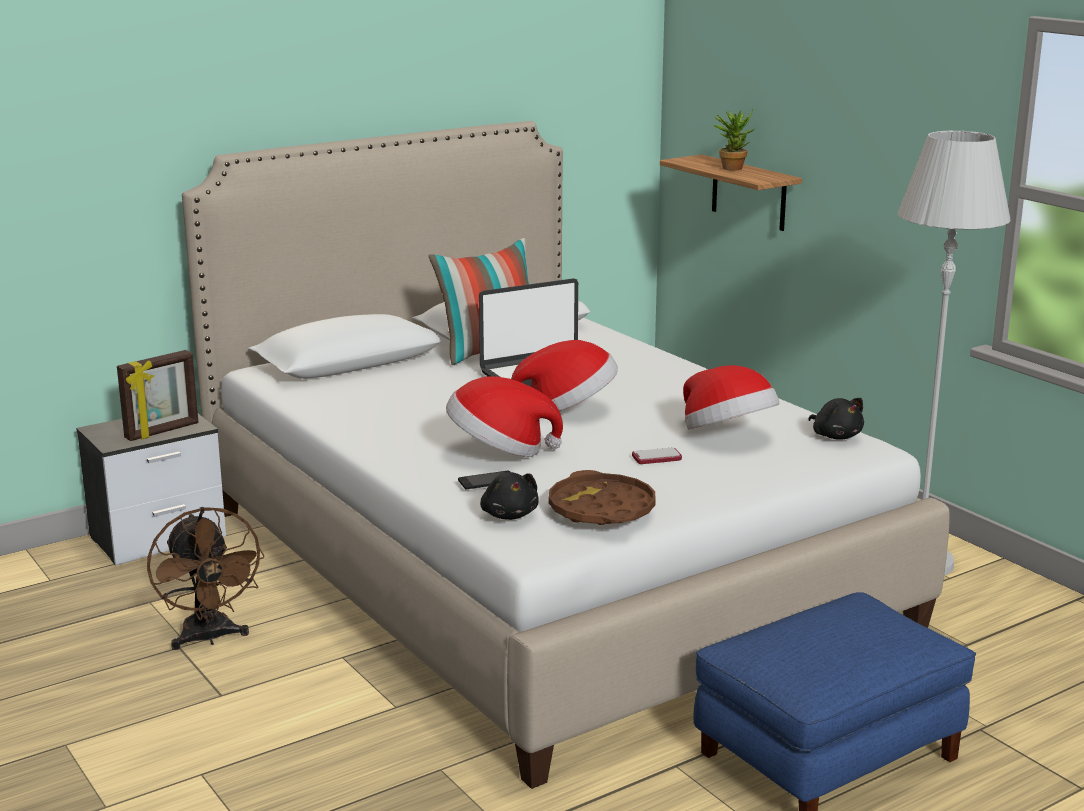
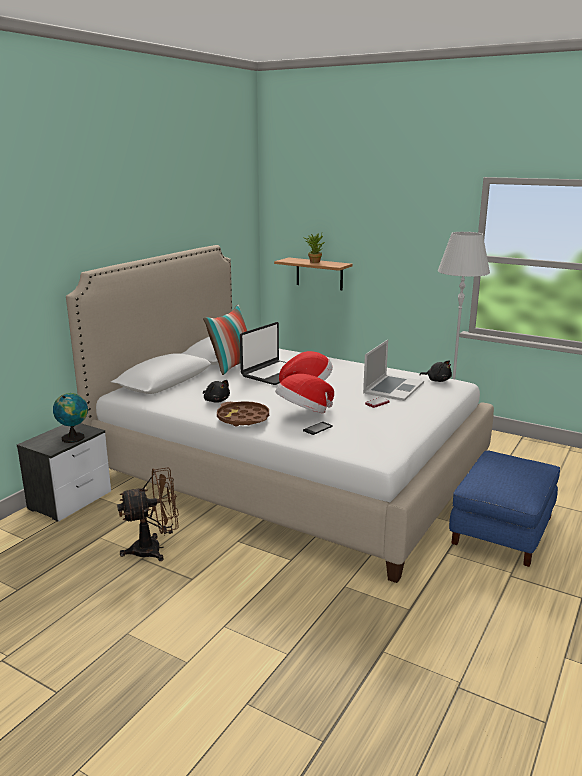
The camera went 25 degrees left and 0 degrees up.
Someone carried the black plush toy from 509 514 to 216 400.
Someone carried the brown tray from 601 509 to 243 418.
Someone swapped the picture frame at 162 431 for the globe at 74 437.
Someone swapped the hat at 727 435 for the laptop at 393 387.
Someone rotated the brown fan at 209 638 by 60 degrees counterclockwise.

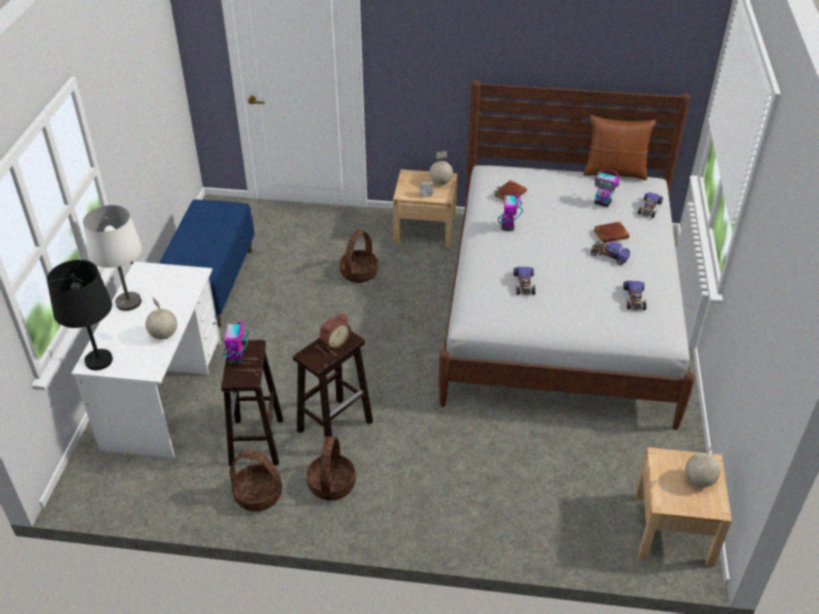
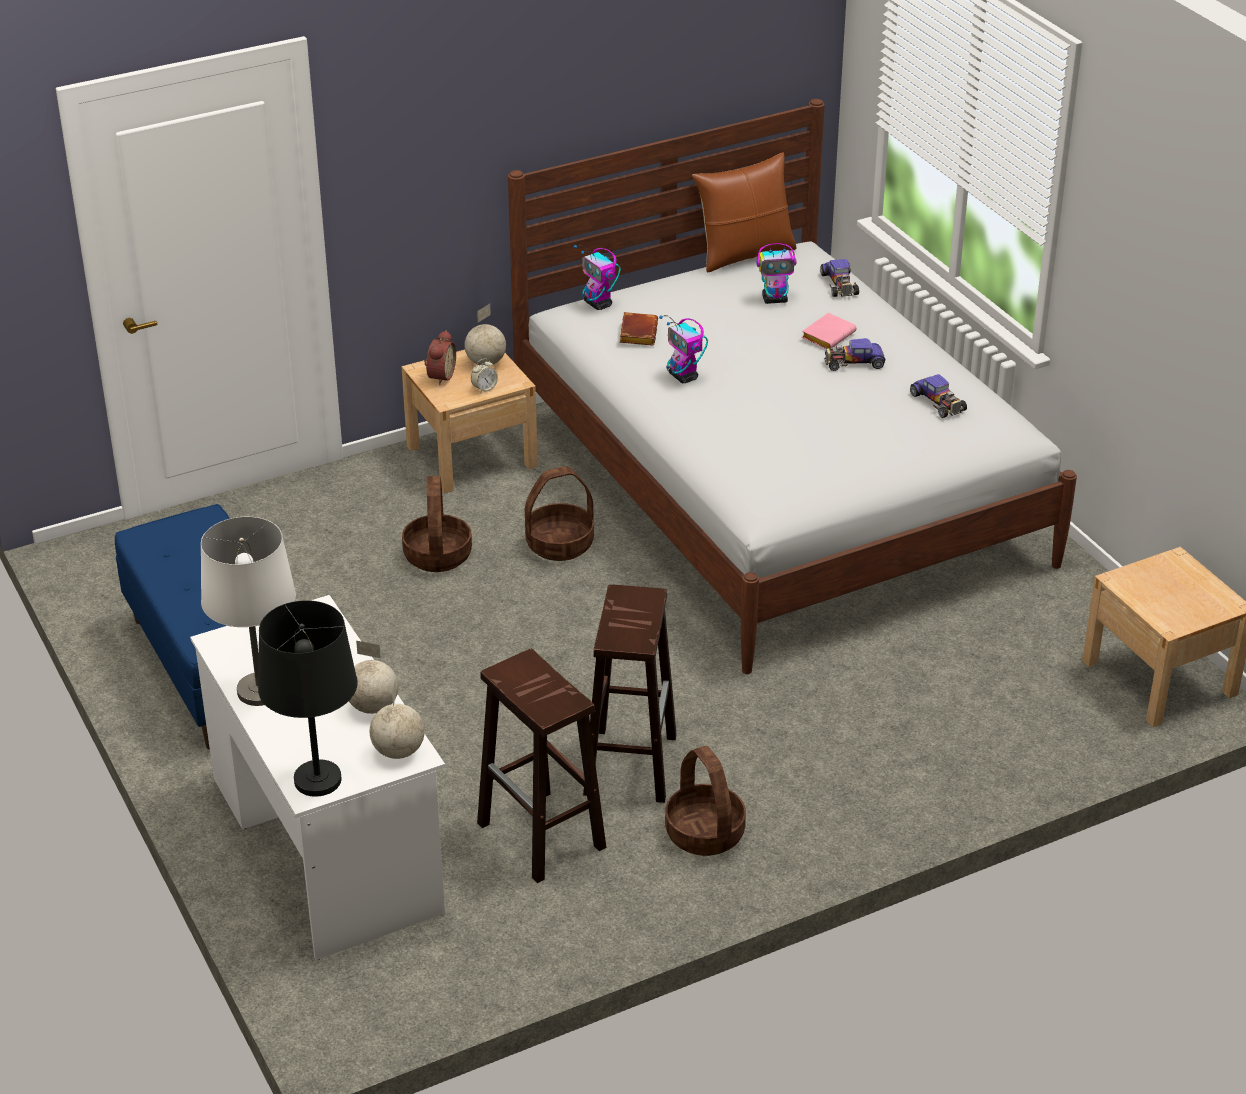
The camera went 35 degrees left and 5 degrees down.
Someone took away the toy car at 524 284.
Someone carried the toy robot from 236 359 to 598 304.
Someone carried the basket from 257 495 to 559 545.
Someone carried the alarm clock from 334 342 to 439 376.
Someone carried the globe from 699 480 to 399 751.
Someone repainted the brown book at 611 234, which became the pink book at 828 335.

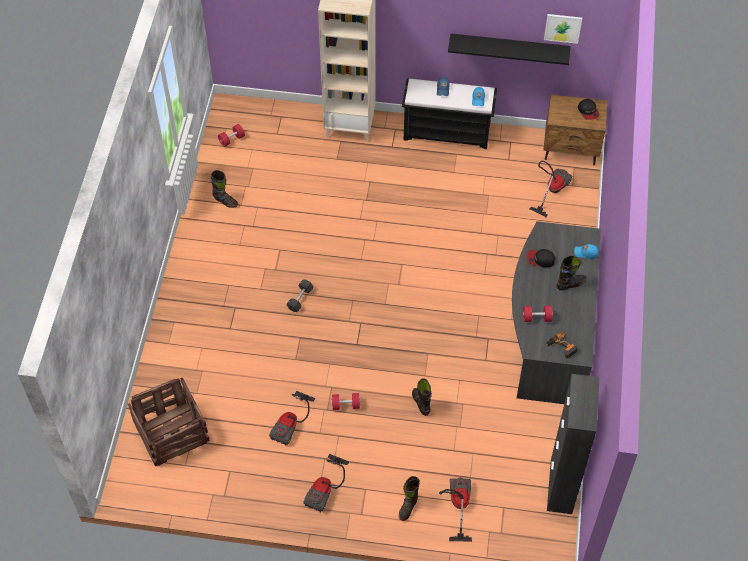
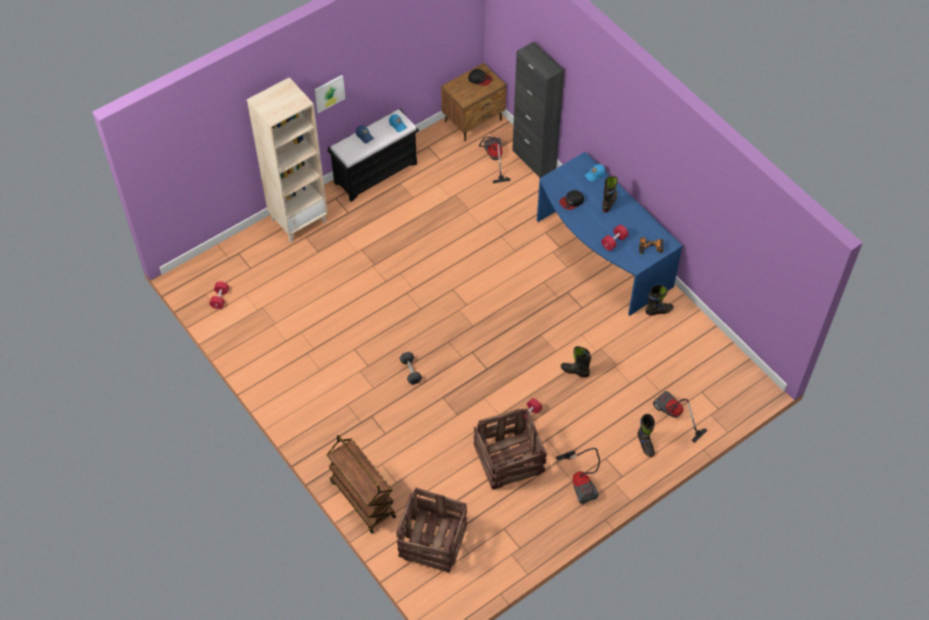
The camera went 45 degrees left and 0 degrees up.
Someone took away the black shelf at 509 47.
Someone put down the brown cart at 362 499.
Someone carried the black boot from 225 201 to 659 311.
Someone carried the picture from 562 28 to 329 93.
Someone carried the black cabinet from 561 487 to 534 160.
Someone swapped the vacuum cleaner at 291 425 for the crate at 508 460.
Someone repainted the grey desk at 549 332, which became the blue desk at 600 255.

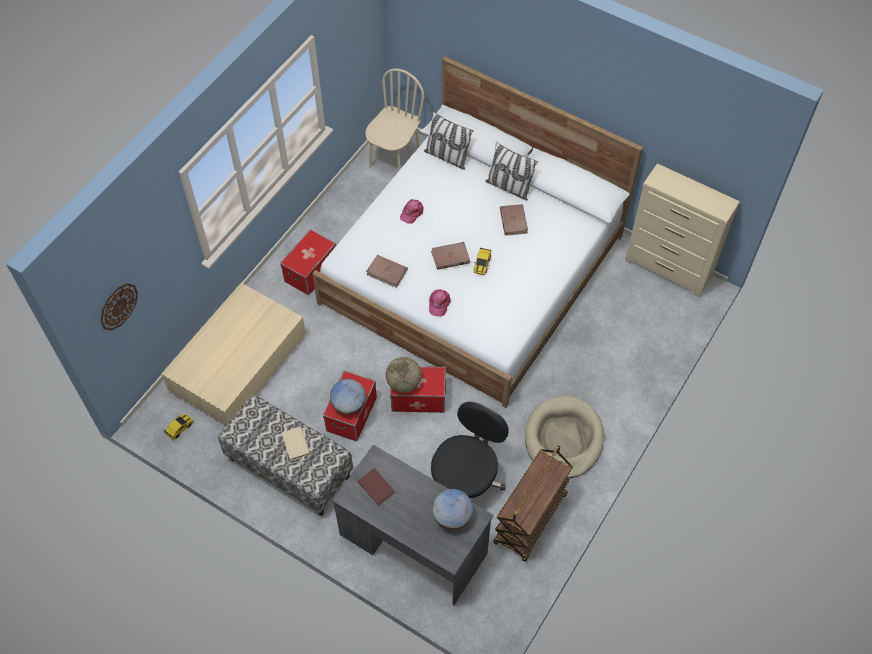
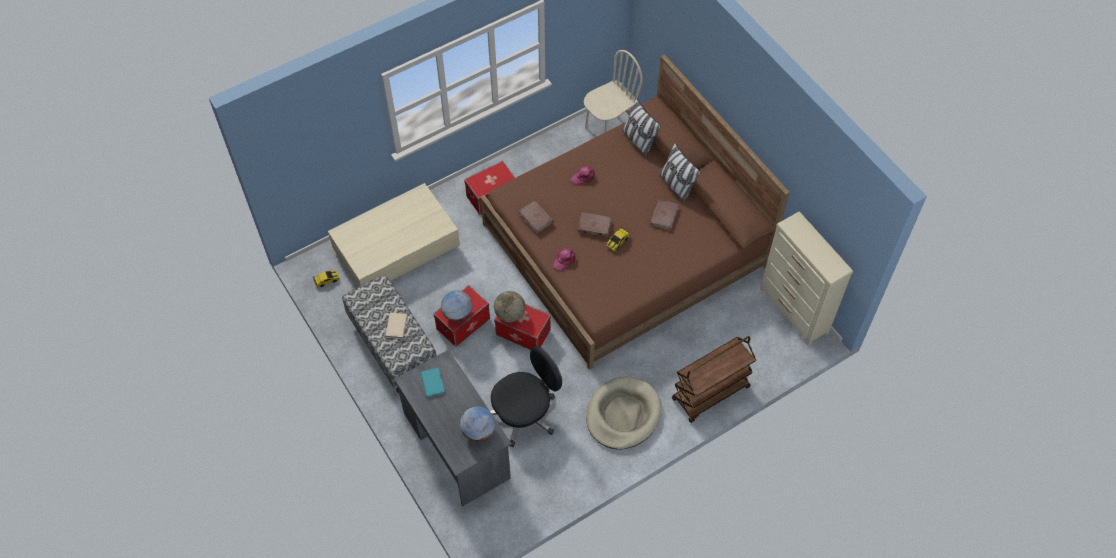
The camera went 25 degrees right and 0 degrees up.
Someone took away the wall clock at 118 306.
Someone carried the brown cart from 530 520 to 710 394.
Someone repainted the white bed at 473 269, which became the brown bed at 625 245.
Someone repainted the brown book at 376 486, which became the turquoise book at 433 382.

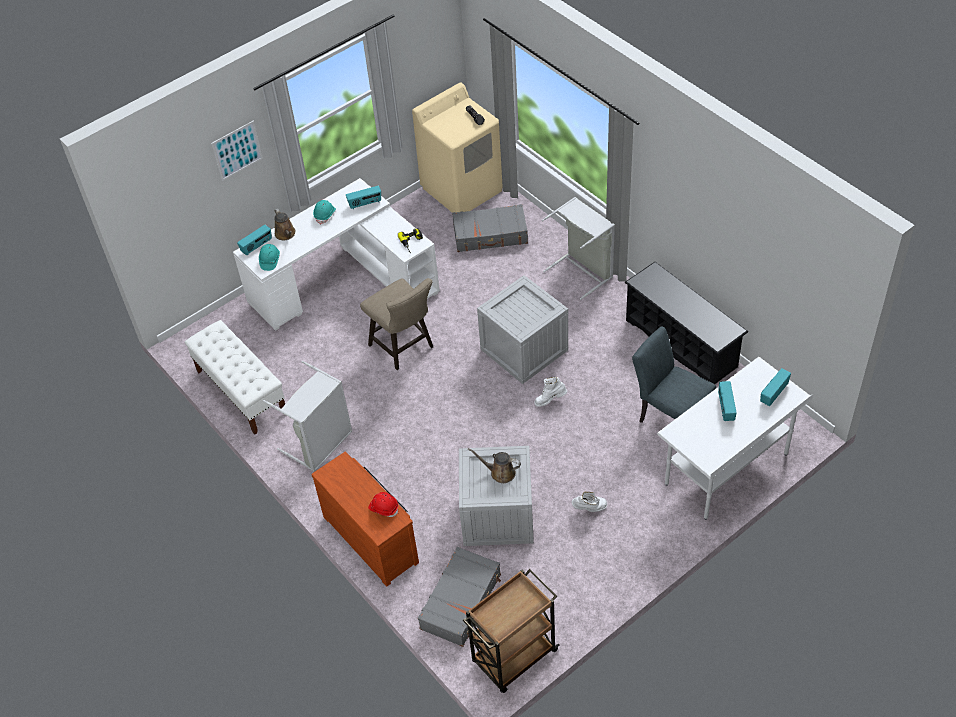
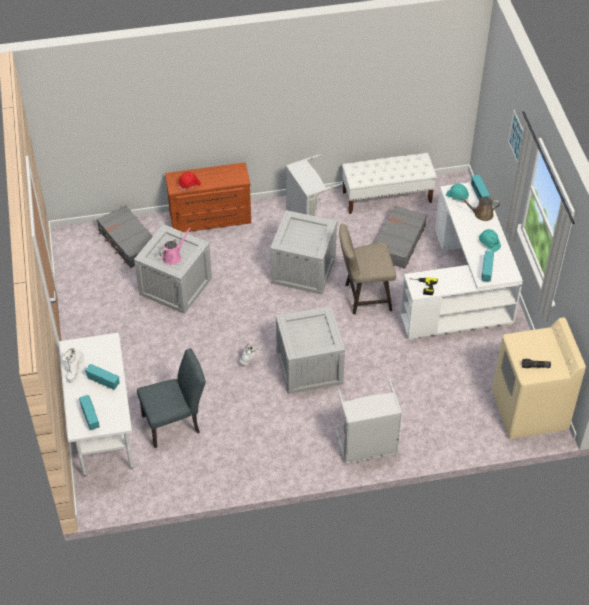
The camera went 115 degrees right and 0 degrees up.
Someone took away the brown cart at 513 657.
Someone took away the black shoe rack at 681 344.
Someone put down the crate at 304 269.
Someone carried the grey suitcase from 490 235 to 398 242.
Someone carried the white boot from 589 508 to 75 371.
Someone repainted the brown watering can at 500 472, which became the pink watering can at 173 256.

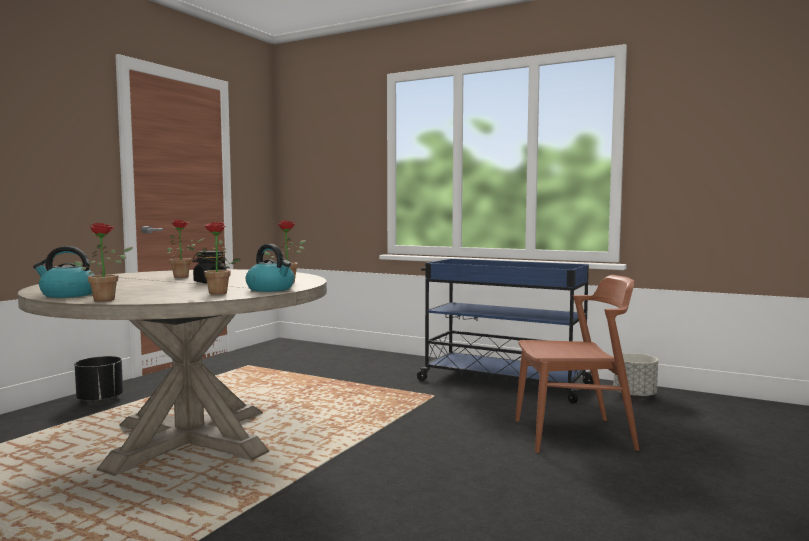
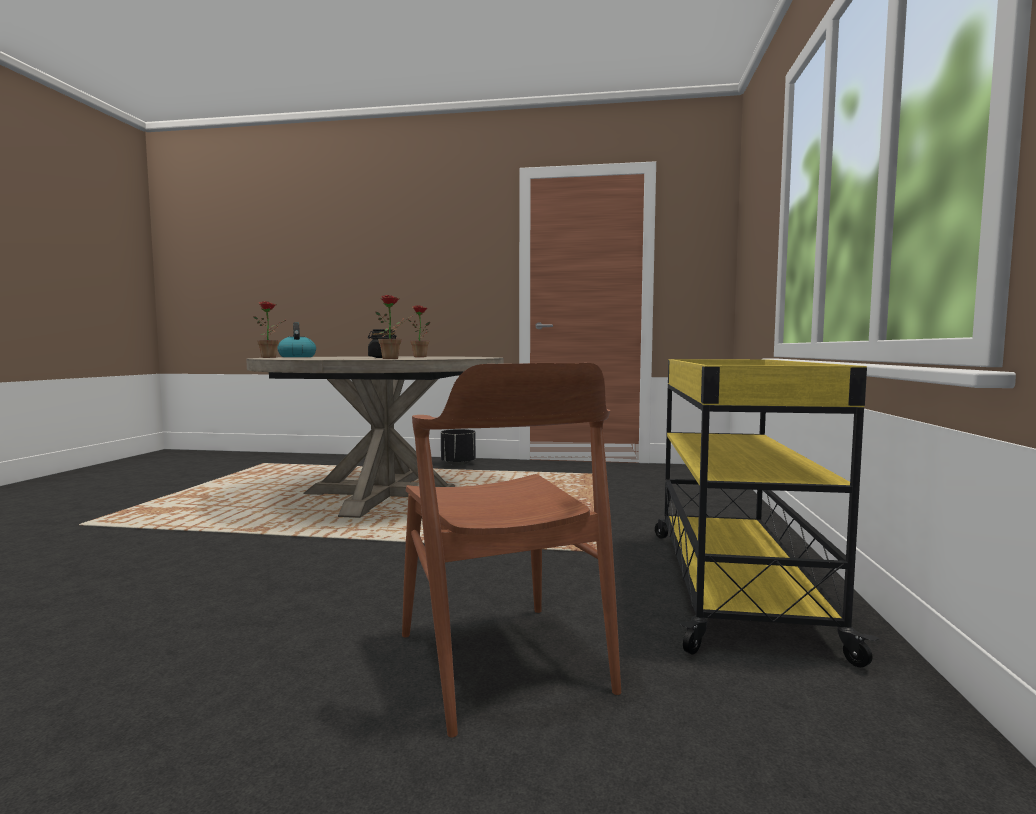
The camera went 70 degrees right and 0 degrees up.
Someone took away the potted plant at 214 293.
Someone took away the kettle at 271 289.
Someone took away the grey planter at 634 396.
Someone repainted the blue cart at 501 382, which became the yellow cart at 733 583.

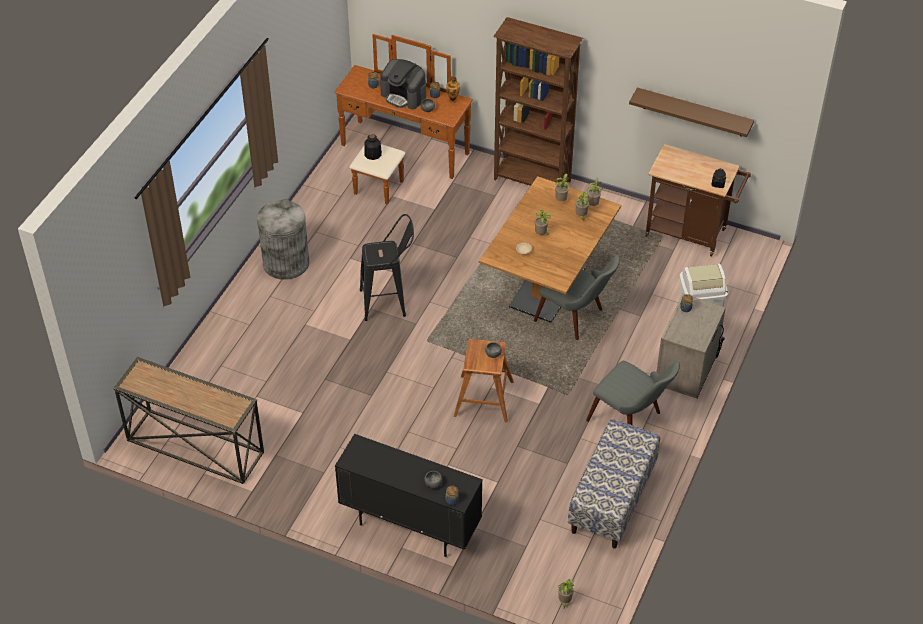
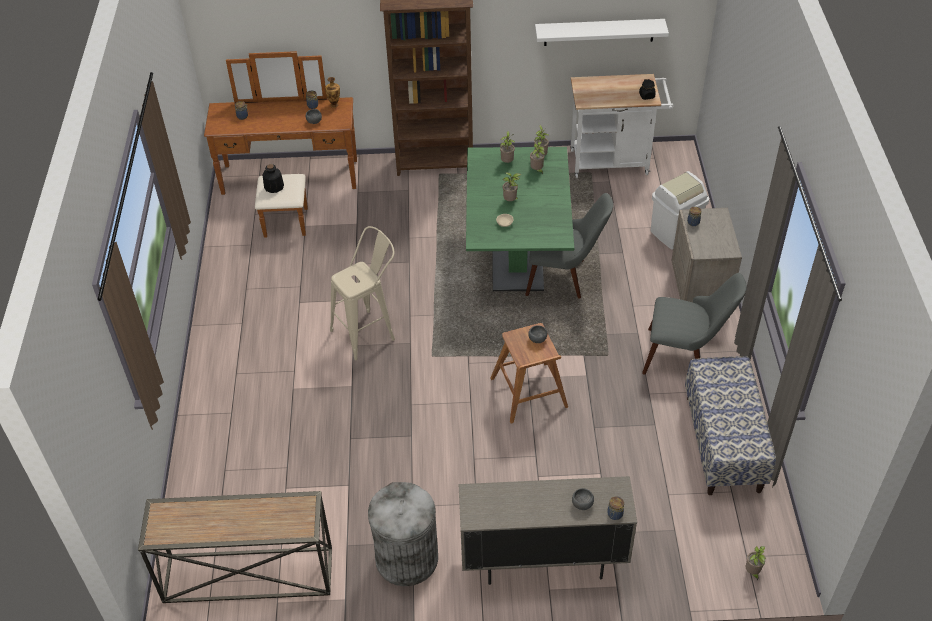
The camera went 25 degrees left and 0 degrees up.
Someone took away the coffee machine at 404 95.
Someone carried the grey trash can from 286 262 to 406 558.
Someone repainted the black cabinet at 410 526, which became the beige cabinet at 542 561.
Someone repainted the black stool at 389 302, which became the beige stool at 368 332.
Someone repainted the brown dining table at 548 287, which became the green dining table at 517 258.
Someone repainted the brown shelf at 693 112, which became the white shelf at 599 32.
Someone repainted the brown cart at 690 234, which became the white cart at 614 161.

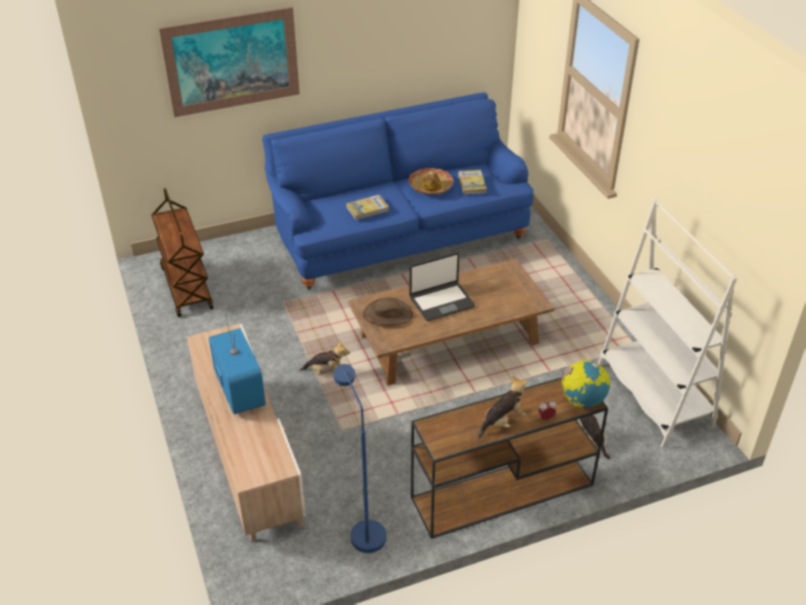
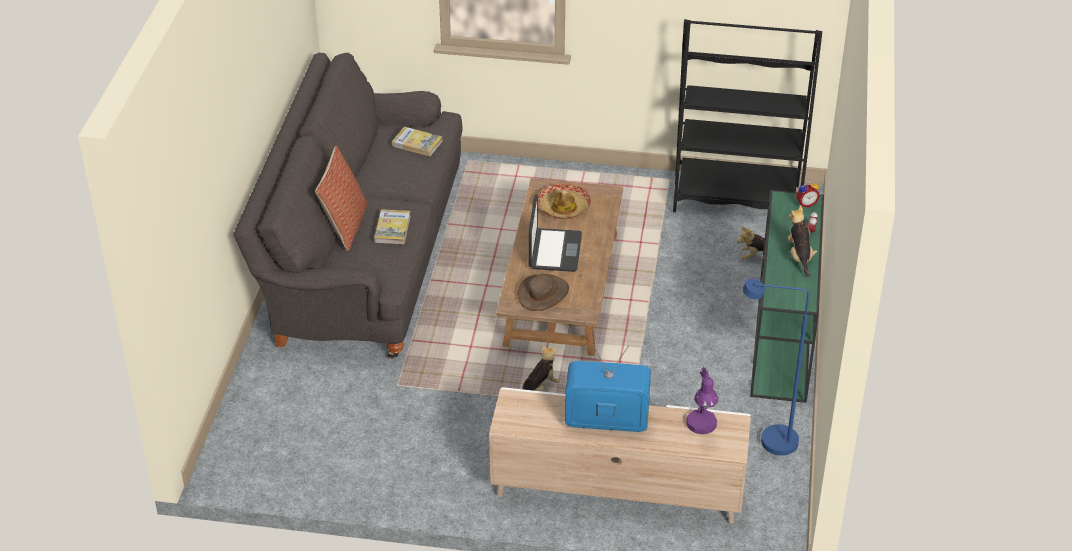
The camera went 60 degrees left and 0 degrees up.
Someone took away the brown cart at 186 287.
Someone took away the picture at 232 62.
Someone put down the pillow at 345 226.
Someone put down the purple table lamp at 701 428.
Someone carried the hat from 430 186 to 563 207.
Someone swapped the globe at 582 400 for the alarm clock at 806 203.
Someone repainted the blue sofa at 398 236, which became the grey sofa at 363 257.
Someone repainted the brown console table at 501 492, which became the green console table at 782 338.
Someone repainted the white bookcase at 654 395, which became the black bookcase at 736 199.

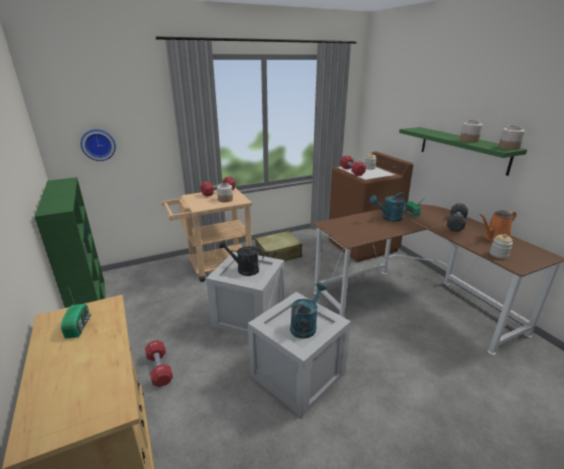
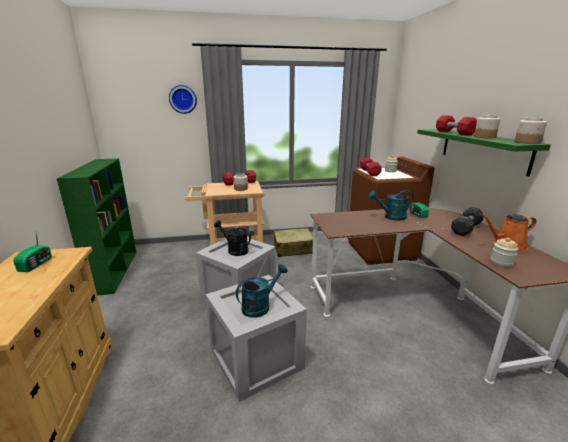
The camera went 15 degrees right and 5 degrees down.
Someone carried the wall clock from 98 144 to 183 99.
Someone carried the red dumbbell from 159 369 to 454 133.

